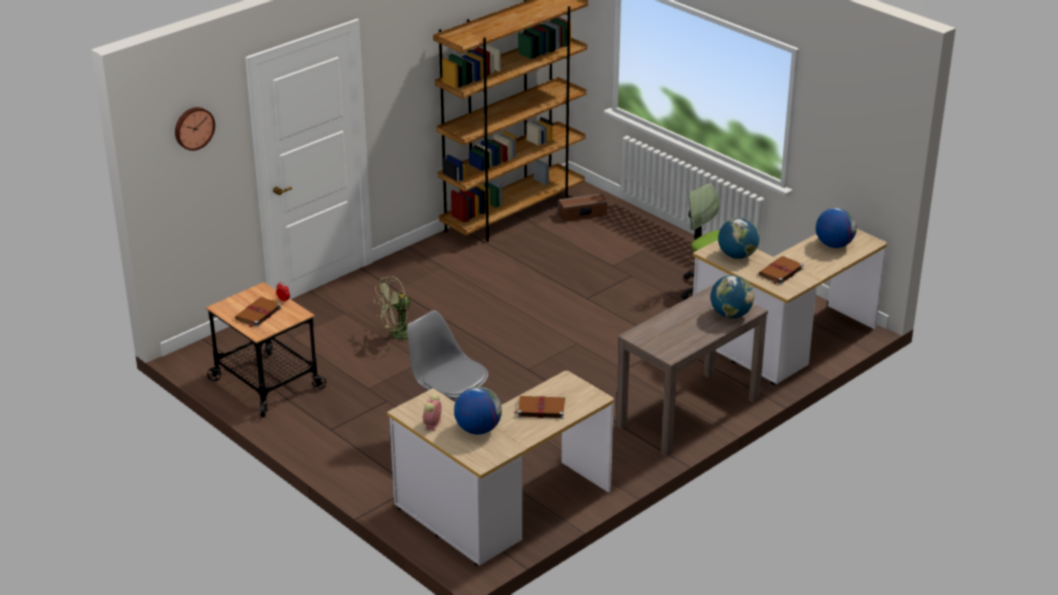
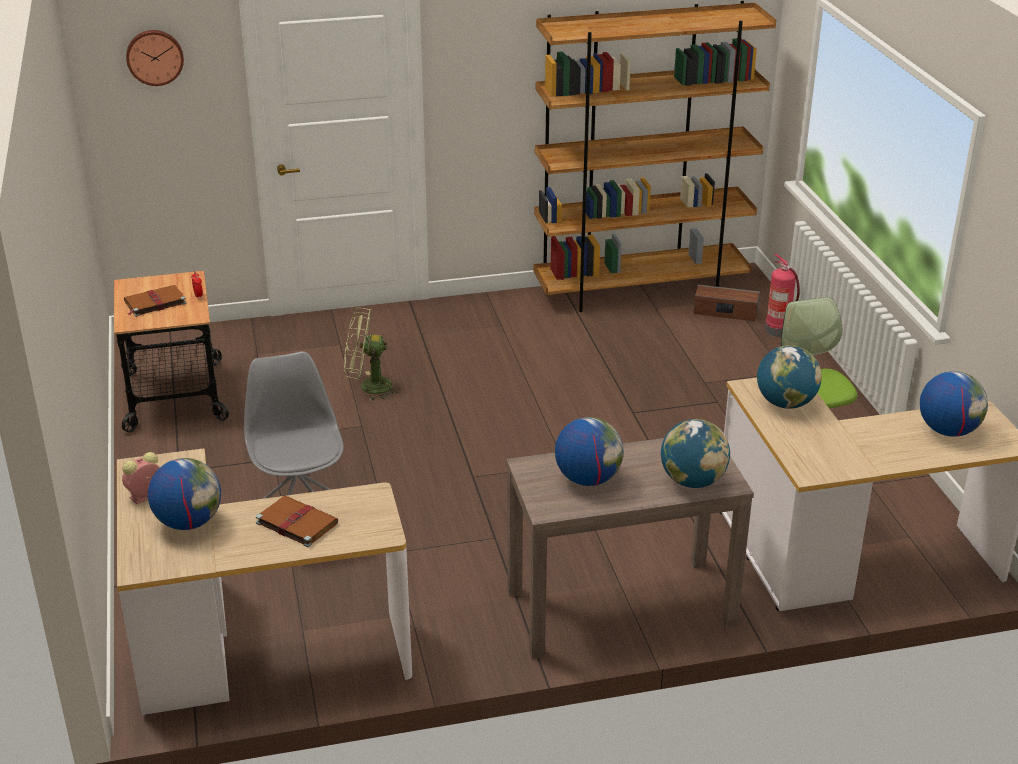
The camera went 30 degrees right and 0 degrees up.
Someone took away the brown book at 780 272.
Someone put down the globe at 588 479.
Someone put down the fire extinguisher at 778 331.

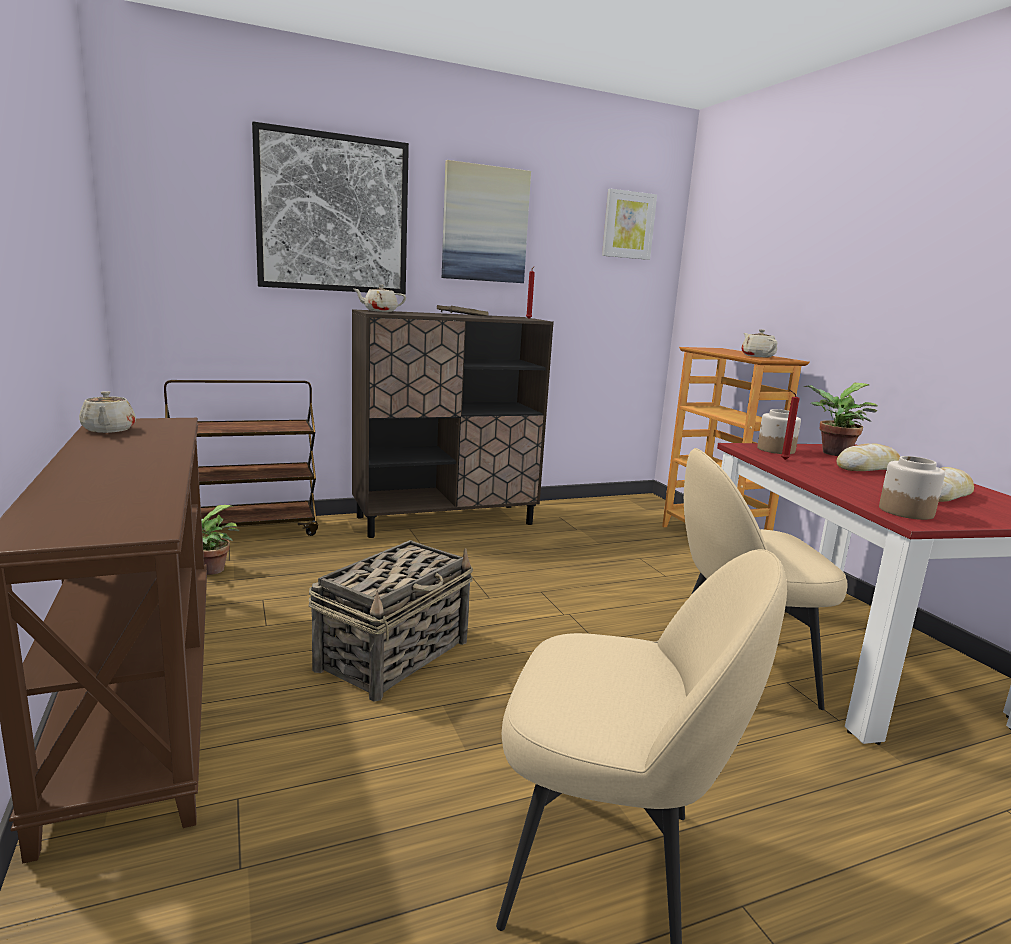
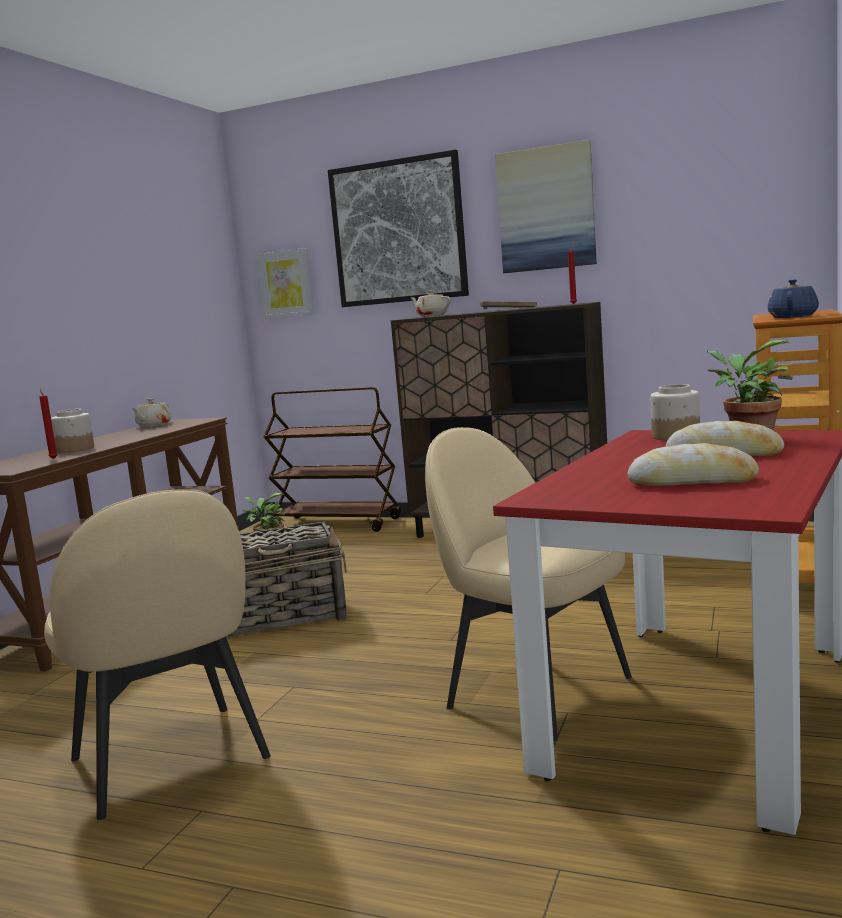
The camera went 45 degrees right and 5 degrees down.
Someone carried the picture from 628 225 to 286 283.
Someone carried the red candle from 783 459 to 53 458.
Someone carried the jar from 905 511 to 75 449.
Someone repainted the beige teapot at 757 356, which became the blue teapot at 793 317.

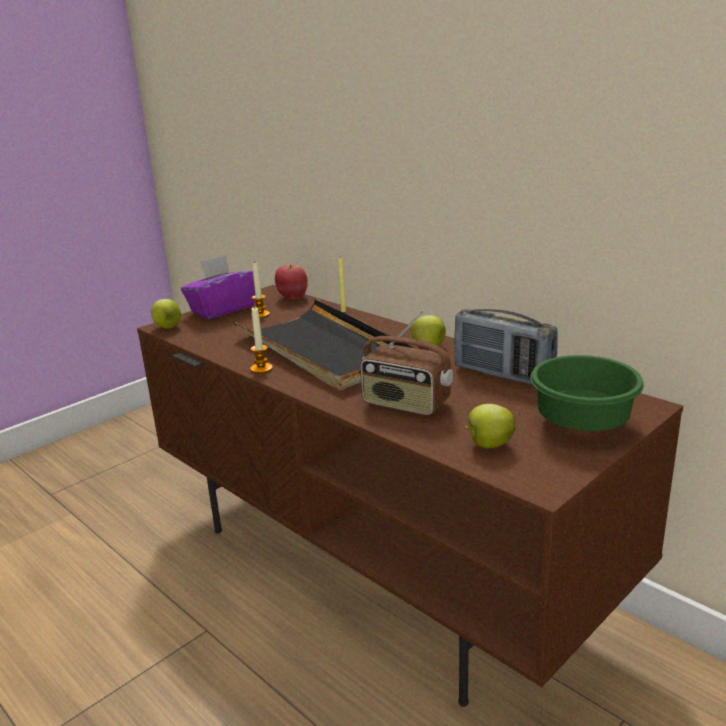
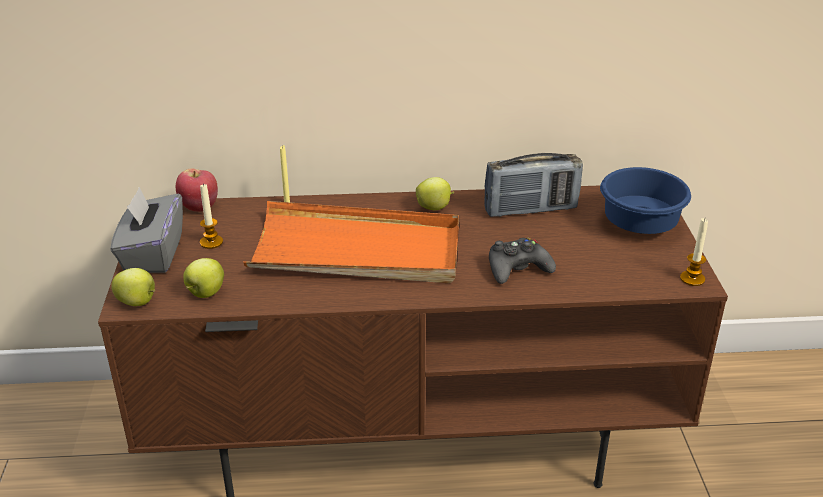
The camera went 50 degrees left and 10 degrees up.
Someone carried the candle from 261 369 to 692 279.
Someone carried the apple from 488 445 to 205 293.
Someone swapped the radio at 405 404 for the black game controller at 517 268.
Someone repainted the purple tissue box at 222 309, which became the grey tissue box at 152 254.
Someone repainted the black tray at 325 349, which became the orange tray at 357 251.
Someone repainted the green bowl at 581 424, which became the blue bowl at 641 226.

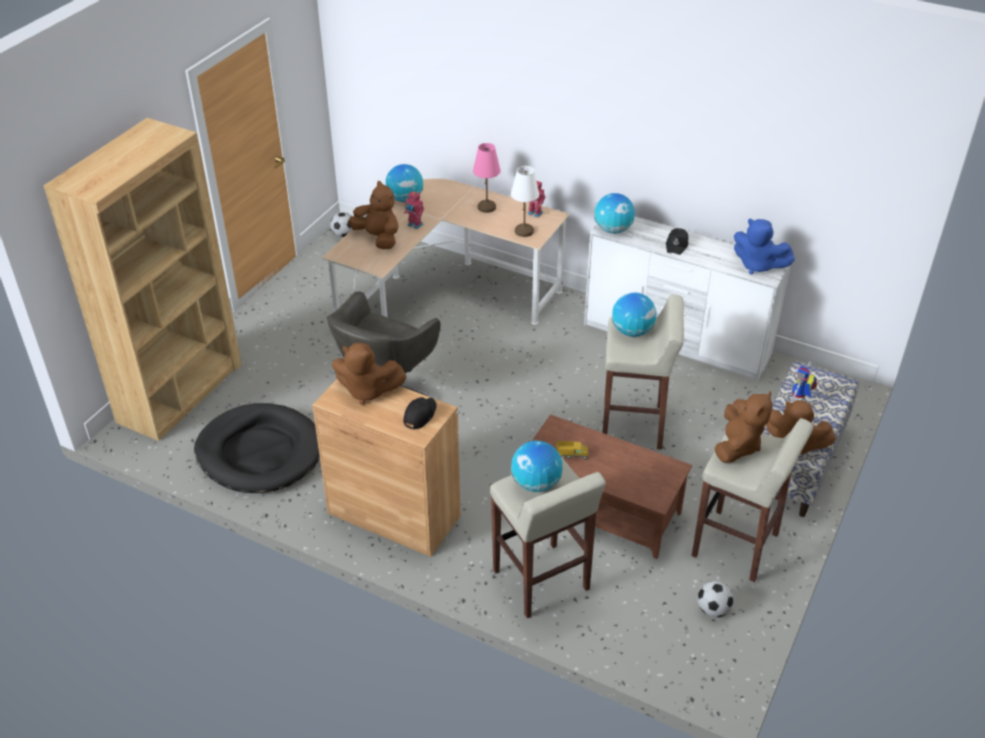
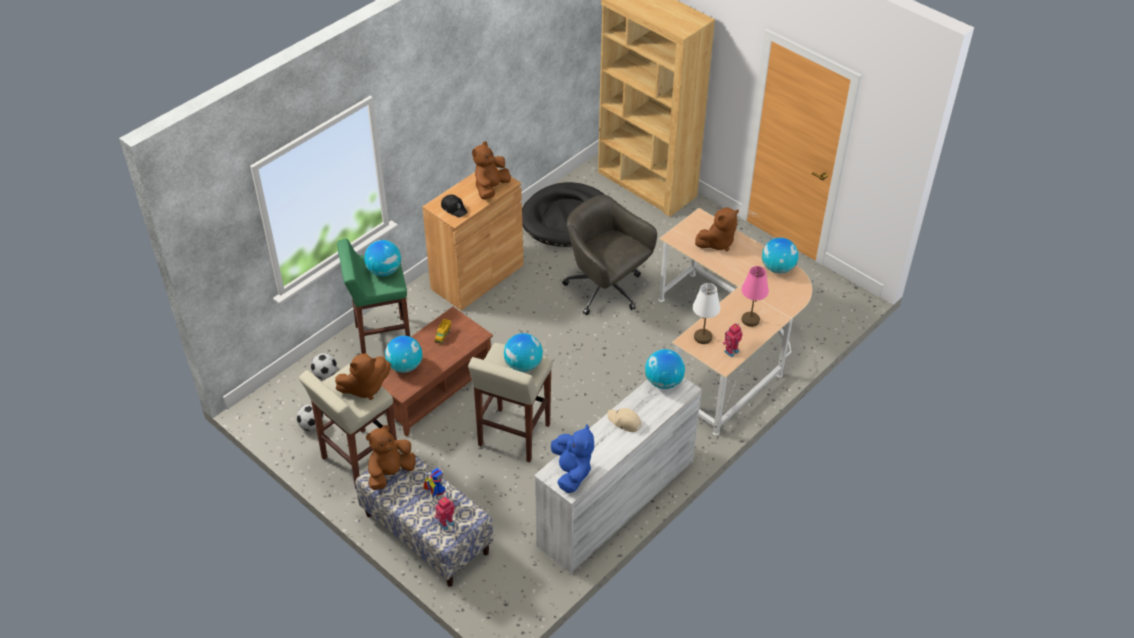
The camera went 105 degrees right and 5 degrees up.
Someone put down the globe at 405 366.
Someone carried the football from 343 235 to 325 374.
Someone carried the toy robot from 414 225 to 445 523.
Someone repainted the beige stool at 541 581, which became the green stool at 382 340.
Someone repainted the black cap at 677 245, which became the beige cap at 624 422.
Someone rotated the brown plush toy at 737 446 by 60 degrees counterclockwise.
Someone rotated the blue plush toy at 757 265 by 120 degrees clockwise.

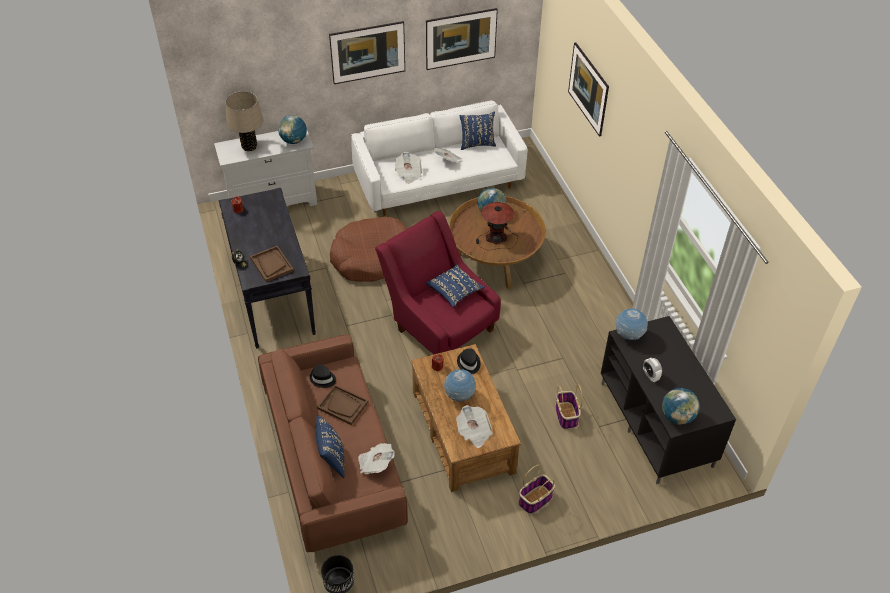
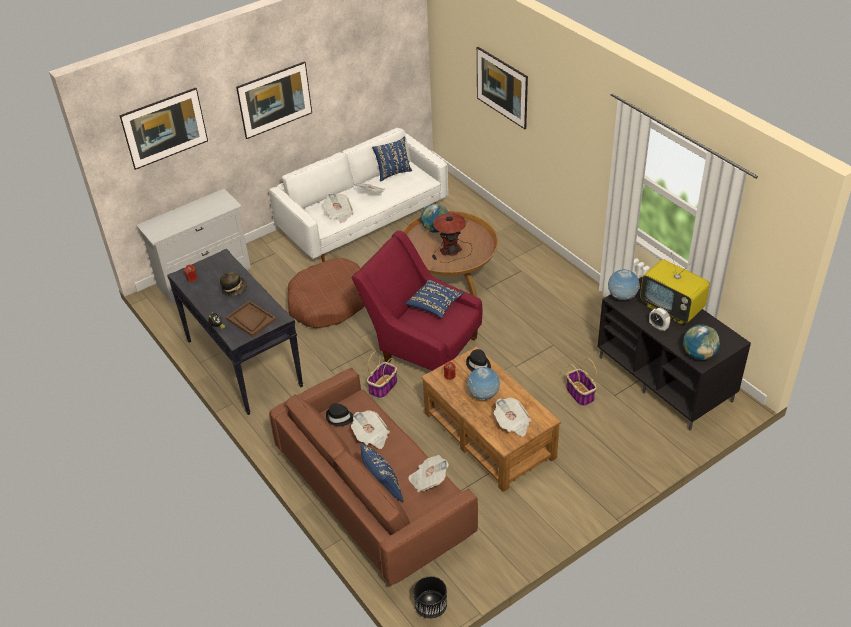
The camera went 15 degrees left and 5 degrees down.
Someone took away the beige table lamp at 249 147.
Someone took away the globe at 294 140.
Someone put down the hat at 234 289.
Someone put down the television at 672 309.
Someone carried the picture from 460 50 to 168 141.
Someone carried the basket from 535 500 to 383 387.
Someone swapped the brown tray at 343 405 for the newspaper at 371 436.

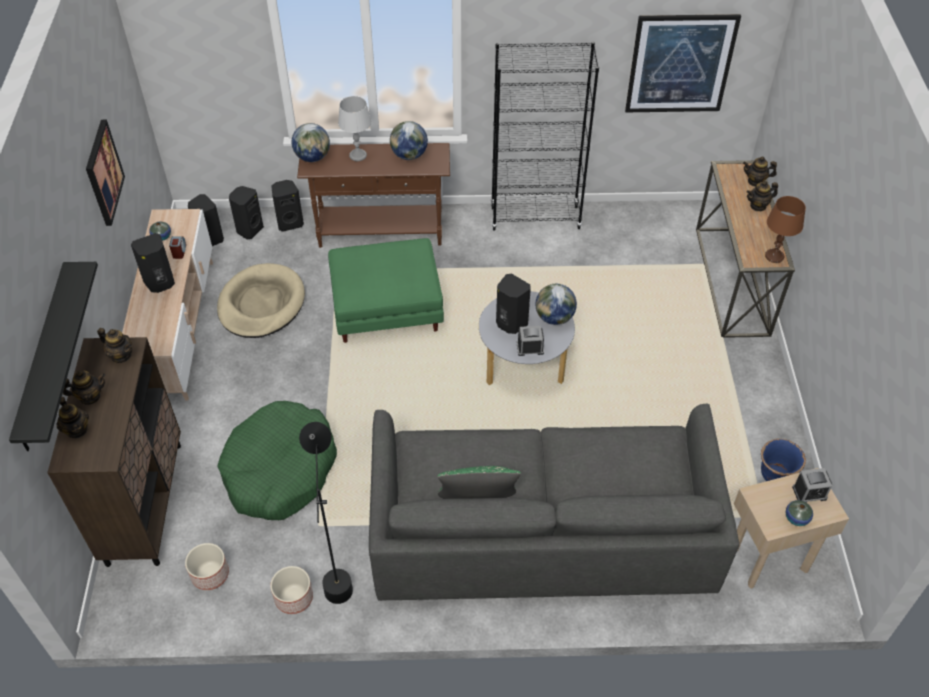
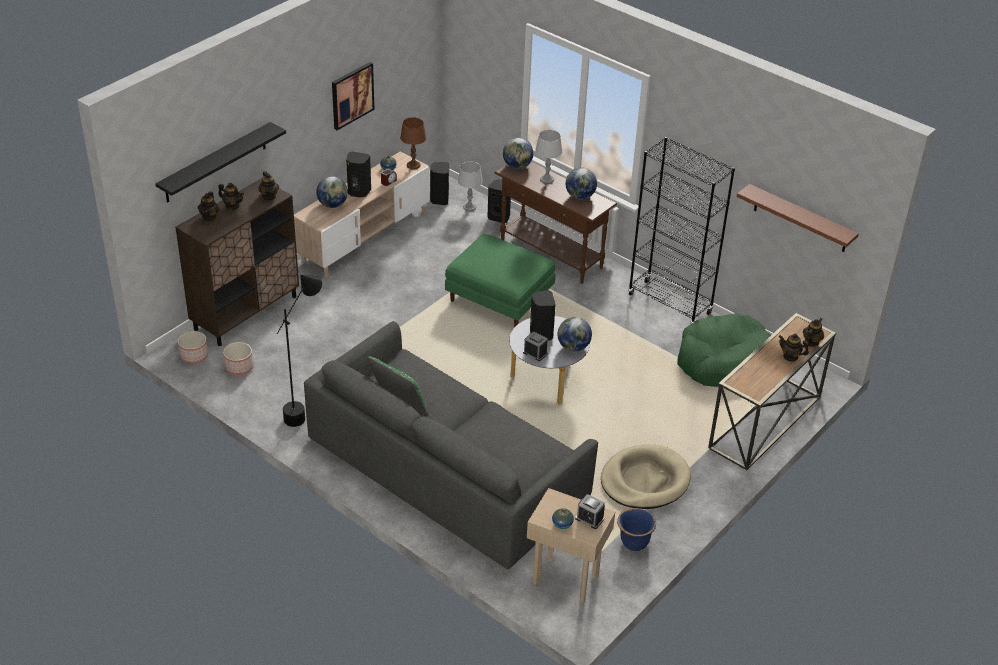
The camera went 40 degrees right and 10 degrees down.
Someone put down the globe at 332 205.
Someone carried the beige dog bed from 261 304 to 644 480.
Someone carried the green dog bed from 280 470 to 722 361.
Someone carried the planter from 293 597 to 193 356.
Someone carried the brown table lamp from 774 256 to 413 165.
Someone swapped the black speaker at 249 229 for the grey table lamp at 469 207.
Someone swapped the picture at 680 64 for the brown shelf at 800 219.
Someone rotated the teapot at 755 181 by 75 degrees clockwise.

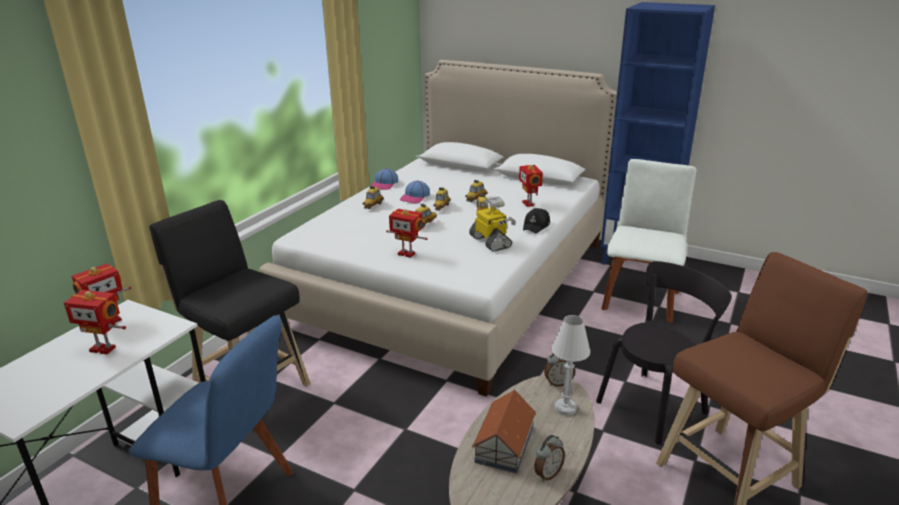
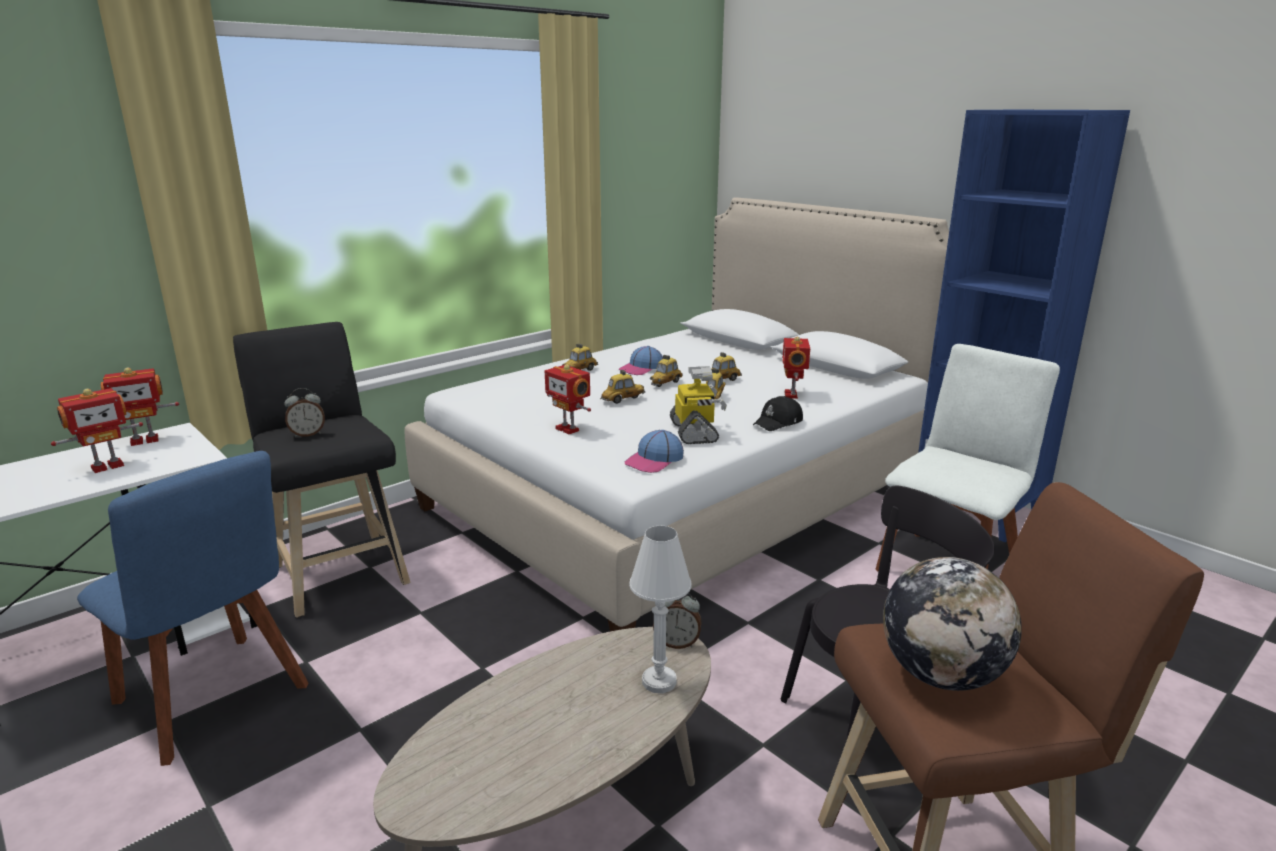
The camera went 20 degrees right and 5 degrees down.
Someone took away the toy house at 505 444.
Someone put down the globe at 941 675.
Someone carried the cap from 384 184 to 654 460.
Someone carried the alarm clock from 547 474 to 307 434.
Someone rotated the toy robot at 104 348 by 75 degrees counterclockwise.

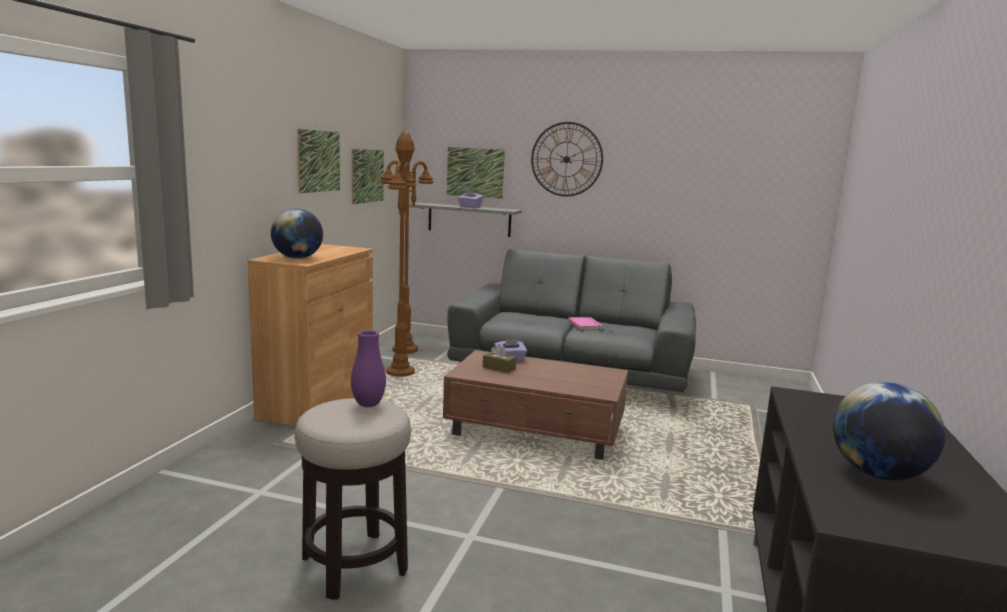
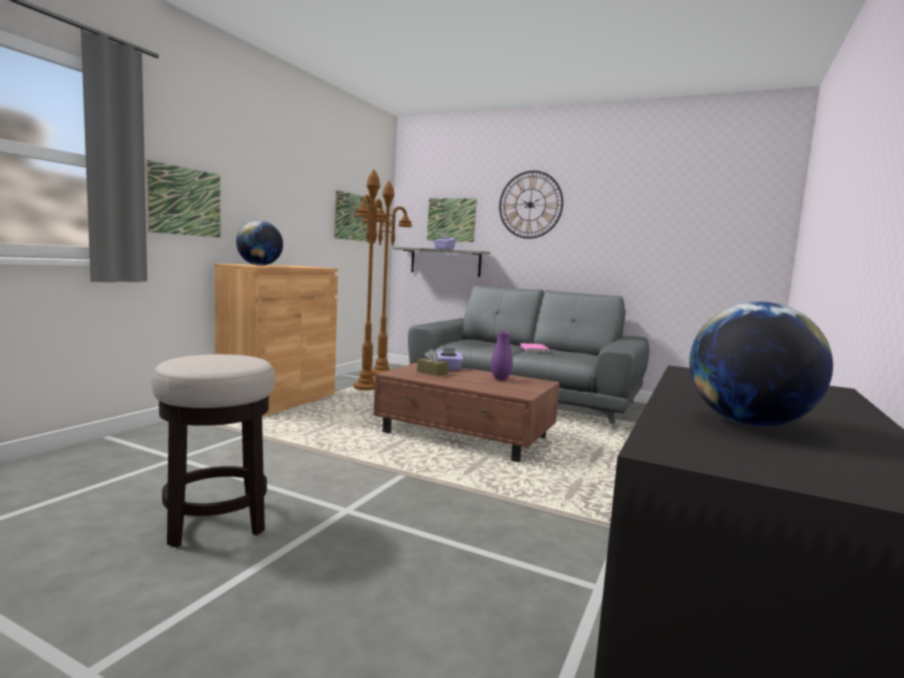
The camera went 10 degrees right and 5 degrees down.
Someone carried the picture from 319 161 to 185 201.
Someone carried the purple vase from 368 405 to 500 379.

